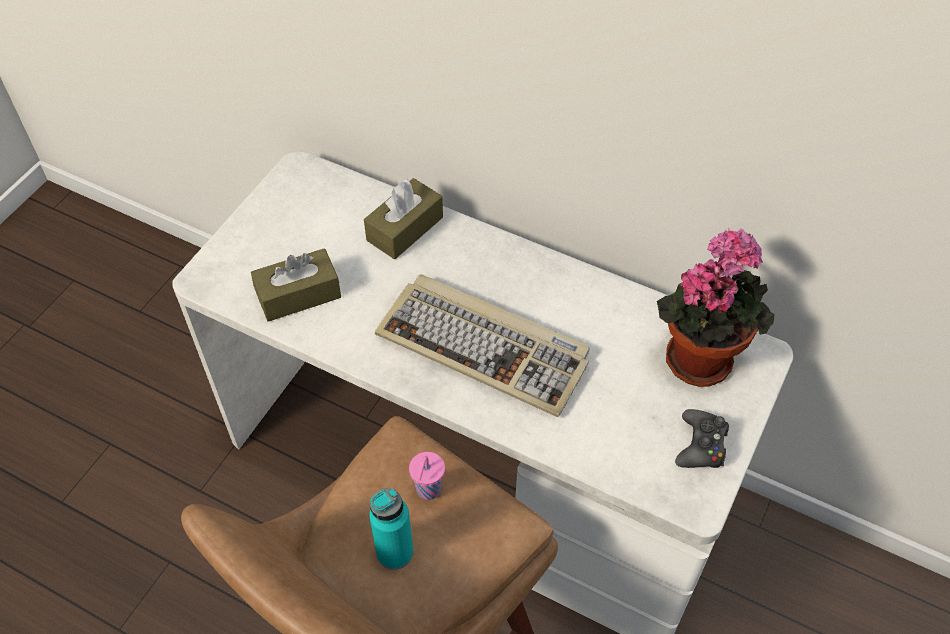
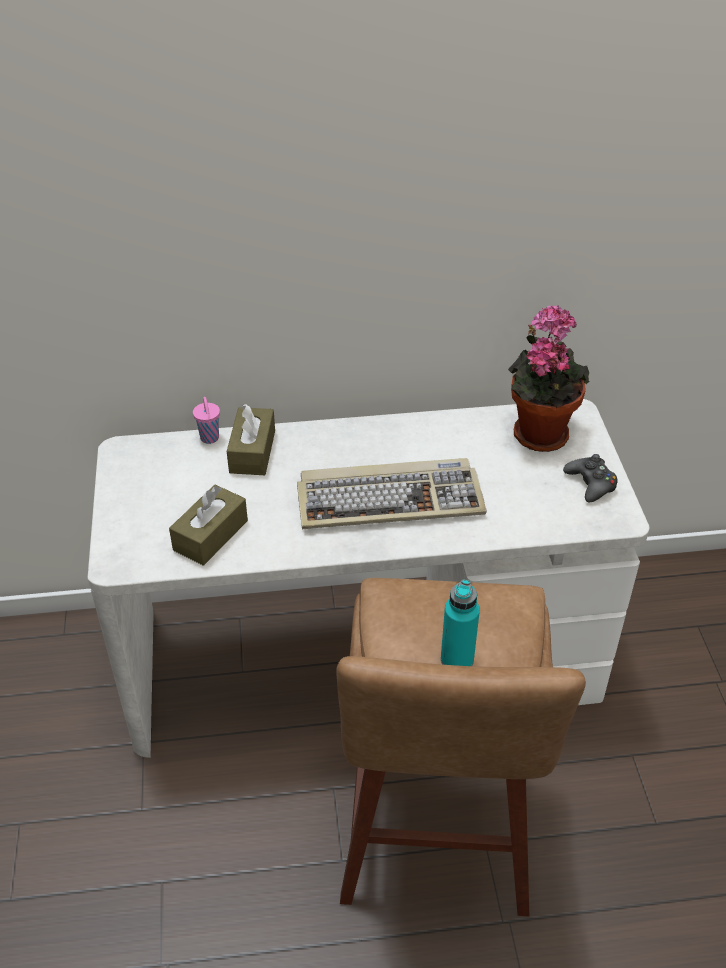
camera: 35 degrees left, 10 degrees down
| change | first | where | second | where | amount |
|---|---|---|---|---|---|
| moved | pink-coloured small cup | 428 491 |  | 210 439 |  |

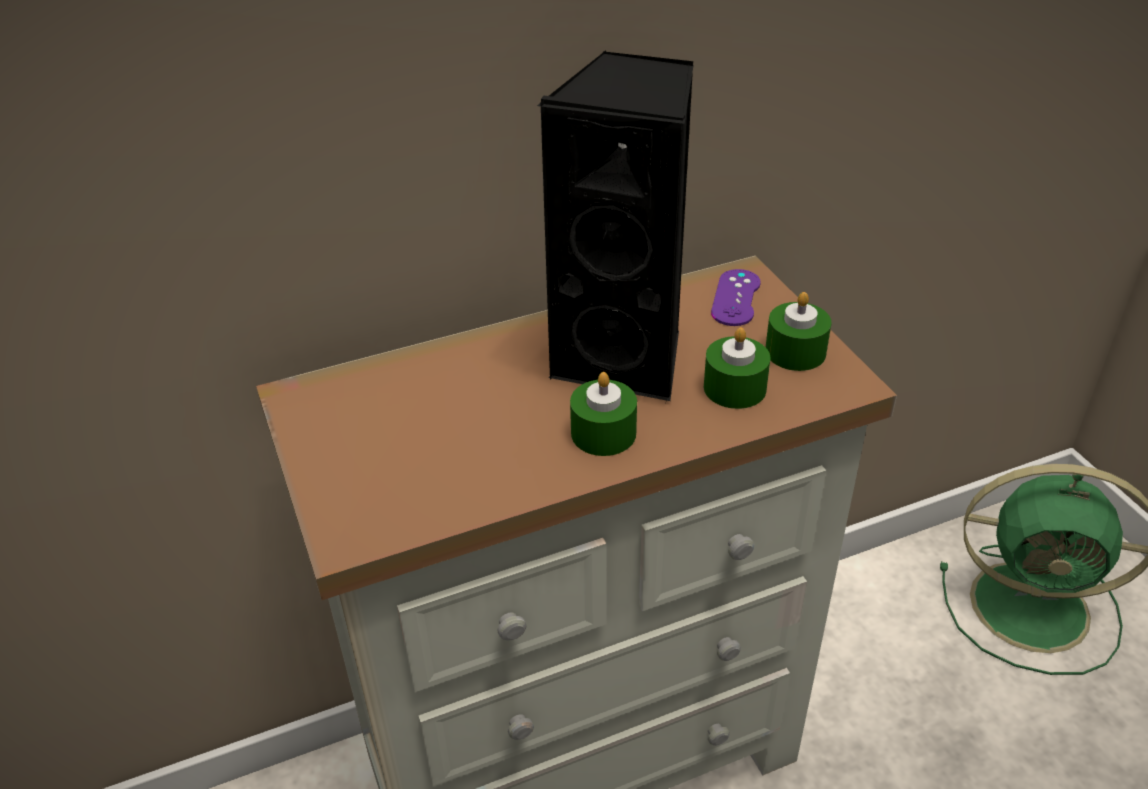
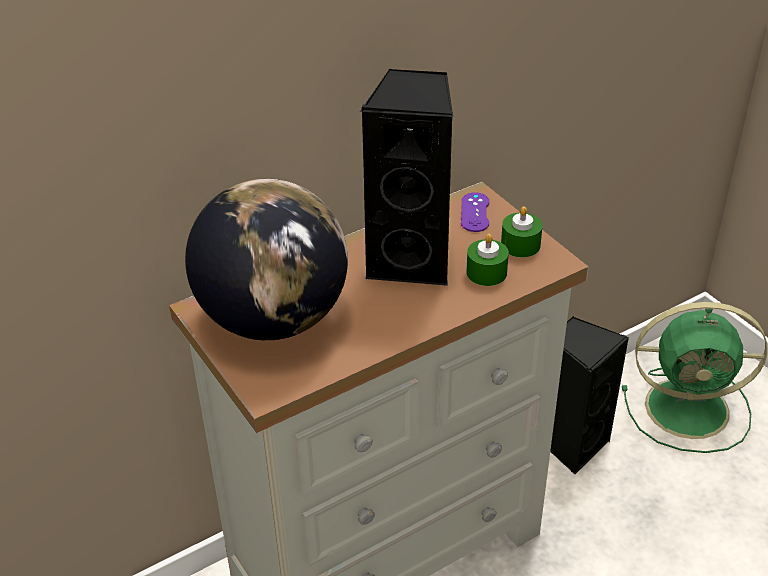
camera: 10 degrees left, 0 degrees up
| change | first | where | second | where | amount |
|---|---|---|---|---|---|
| added |  |  | desk globe | 274 319 |  |
| added |  |  | blackish speaker | 571 443 |  |
| removed | green wax candle | 603 433 |  |  |  |

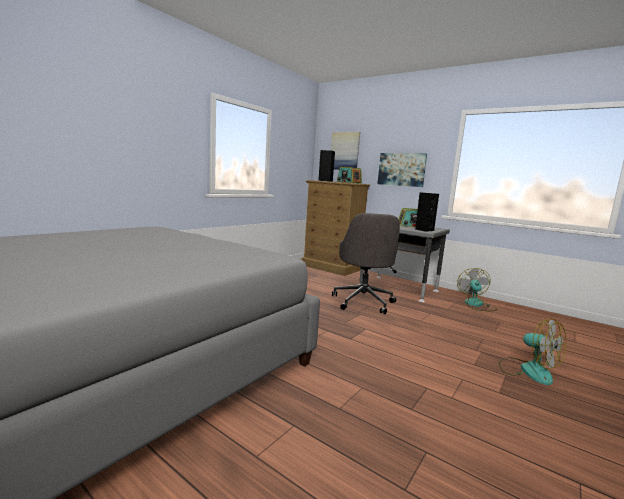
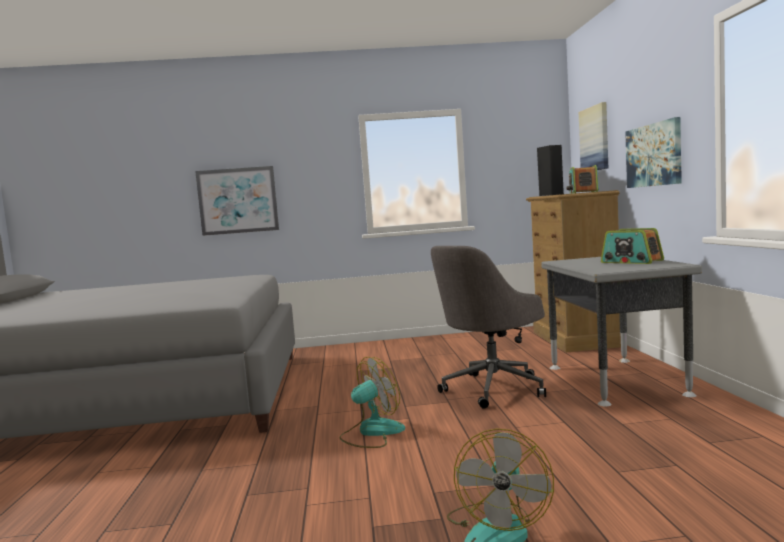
camera: 50 degrees right, 5 degrees down
| change | first | where | second | where | amount |
|---|---|---|---|---|---|
| added |  |  | wall picture | 238 200 |  |
| moved | cooling fan | 476 305 |  | 372 432 |  |
| removed | blackish speaker | 424 230 |  |  |  |

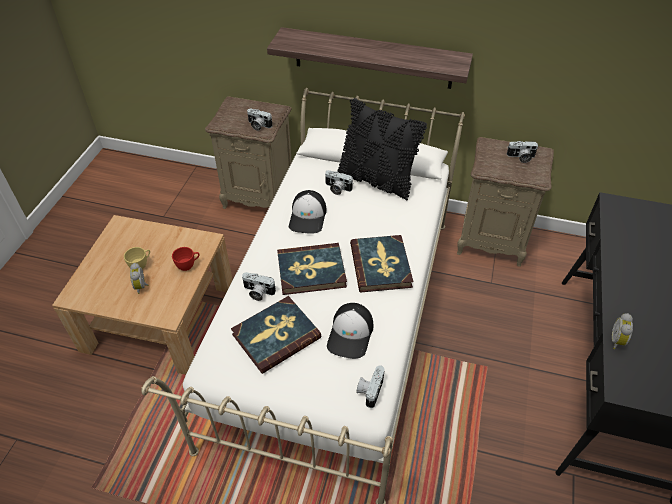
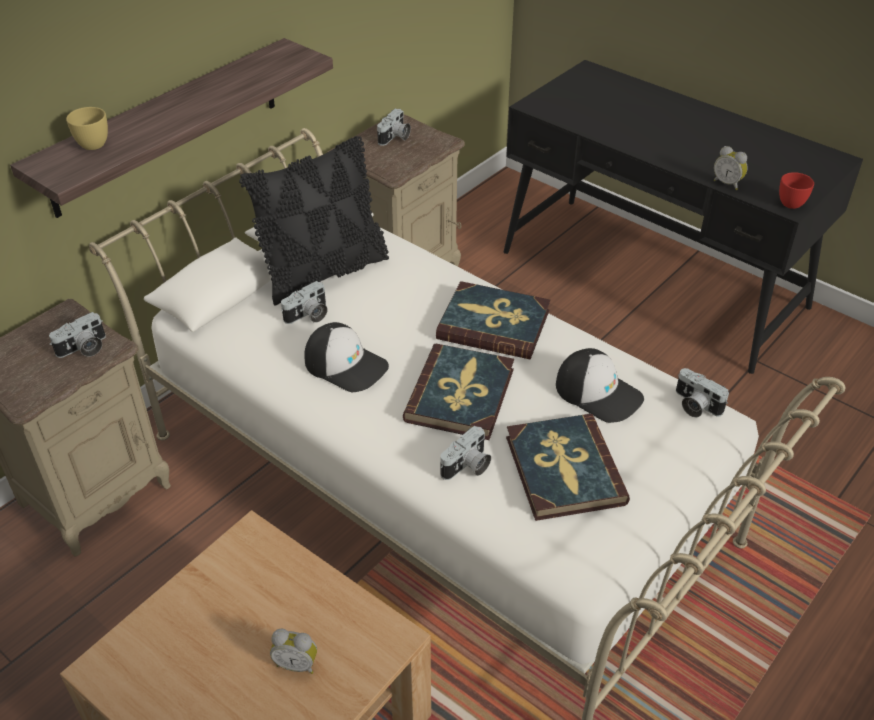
camera: 65 degrees left, 5 degrees down
| change | first | where | second | where | amount |
|---|---|---|---|---|---|
| moved | yellowish small cup | 141 265 |  | 93 142 |  |
| moved | red-coloured small cup | 188 265 |  | 790 201 |  |

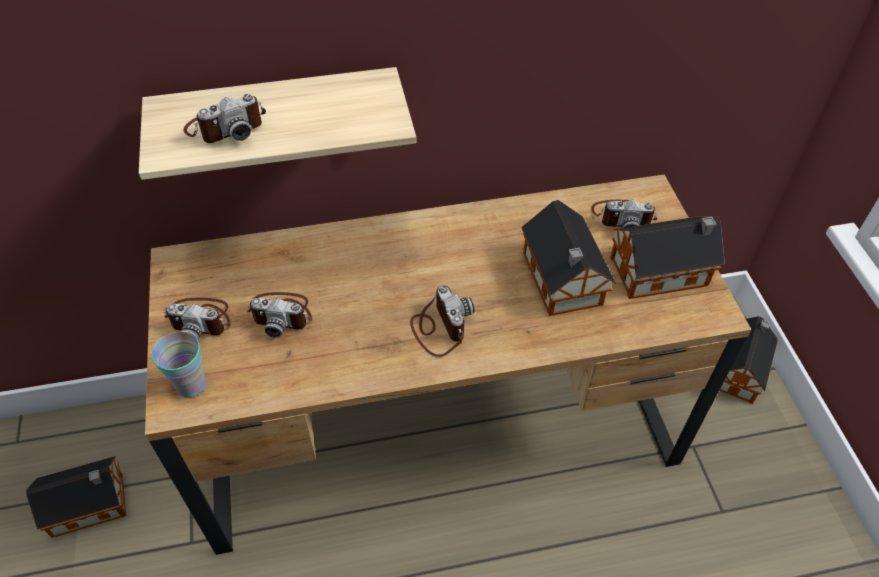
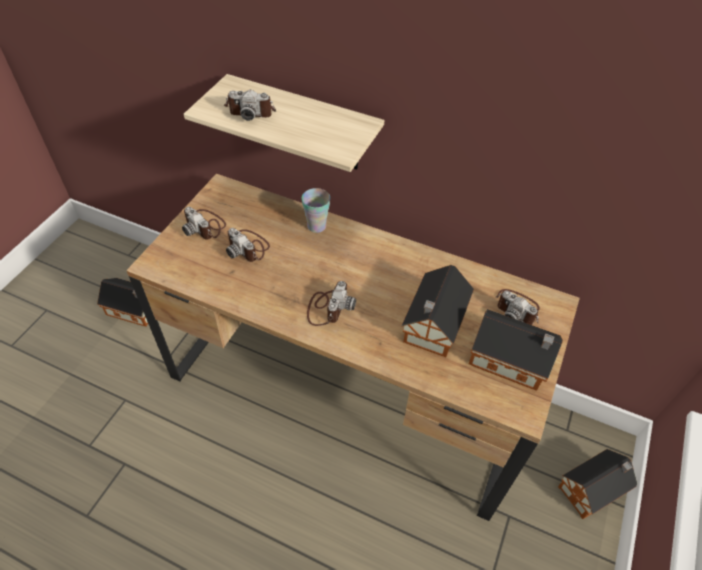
camera: 35 degrees right, 0 degrees up
| change | first | where | second | where | amount |
|---|---|---|---|---|---|
| moved | small cup | 191 385 |  | 316 226 |  |

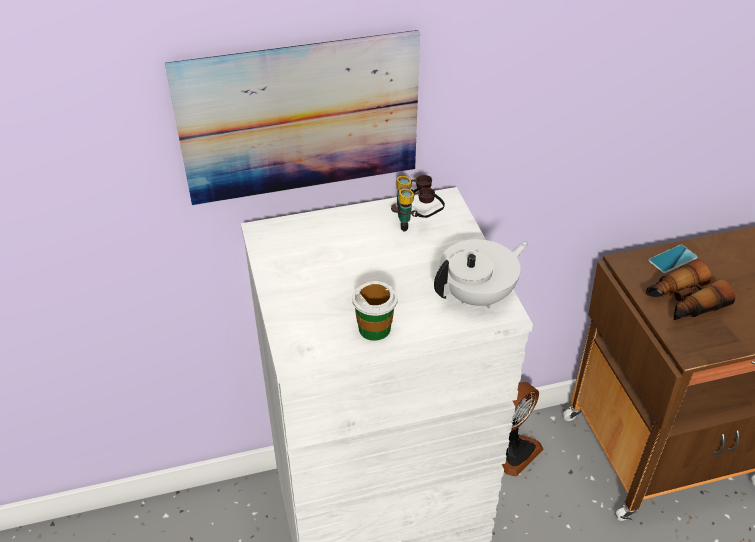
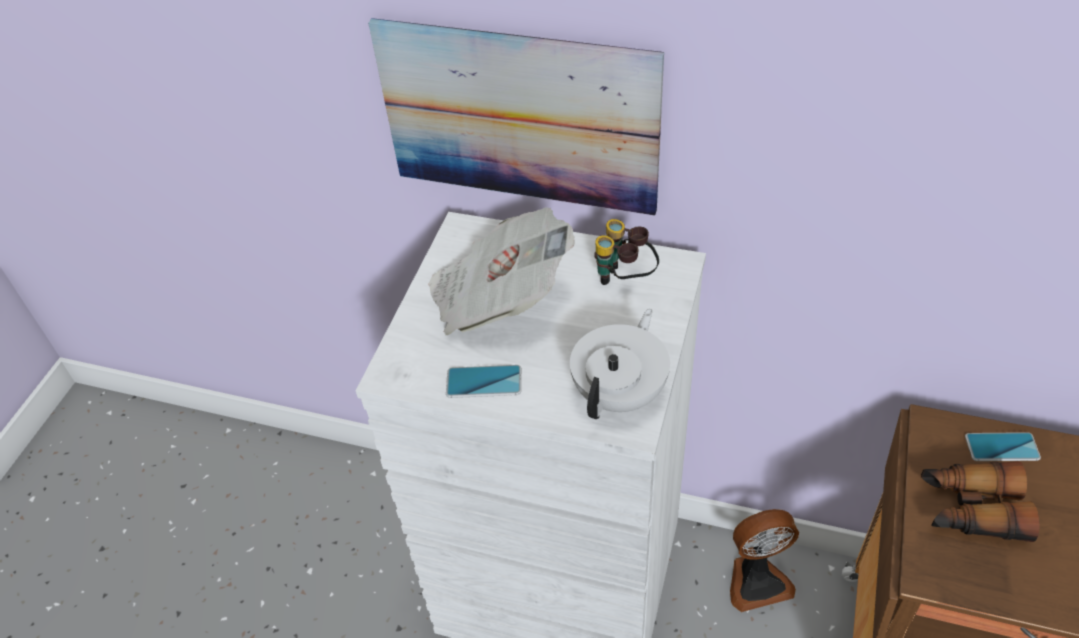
camera: 35 degrees right, 5 degrees up
| change | first | where | second | where | amount |
|---|---|---|---|---|---|
| added |  |  | daily paper | 499 298 |  |
| replaced | small cup | 374 328 | telephone | 484 382 |  |
| turned | white pot for tea | 478 295 |  | 621 393 | 60 degrees counterclockwise |

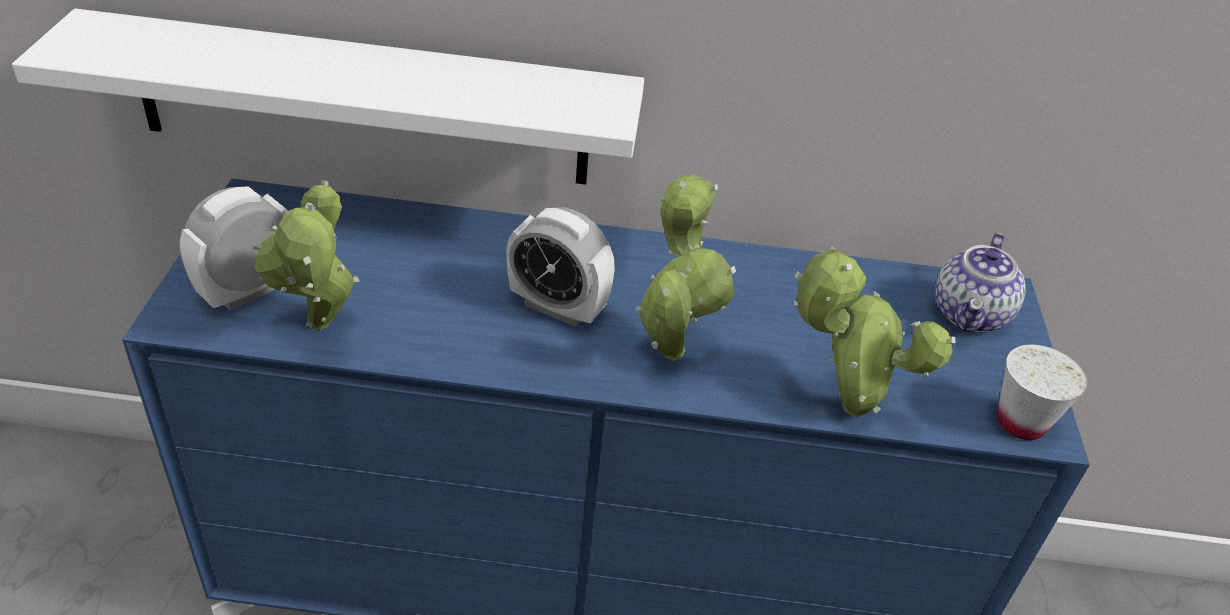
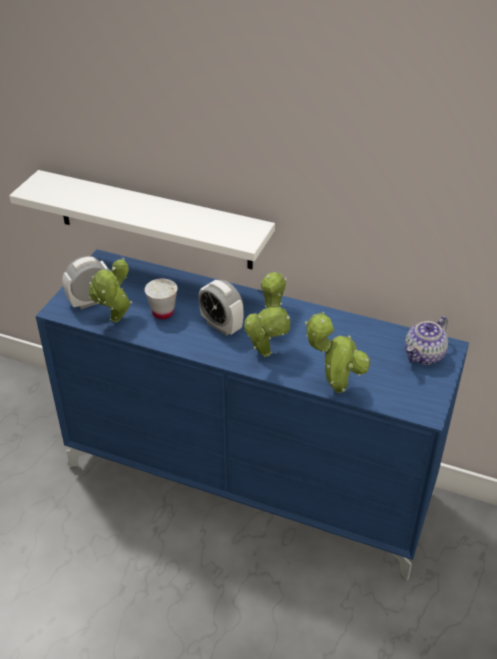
camera: 20 degrees right, 0 degrees up
| change | first | where | second | where | amount |
|---|---|---|---|---|---|
| moved | white small cup | 1020 423 |  | 163 313 |  |

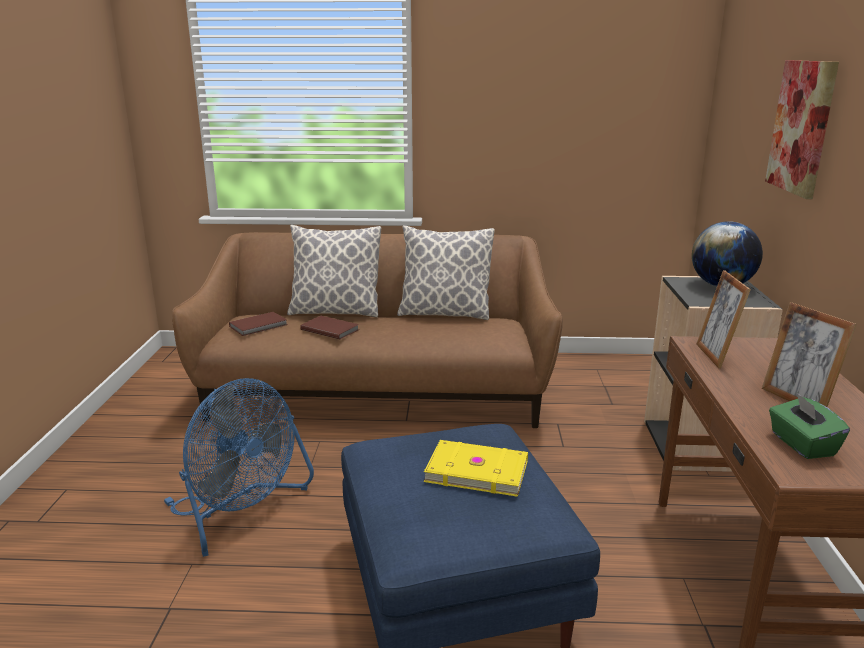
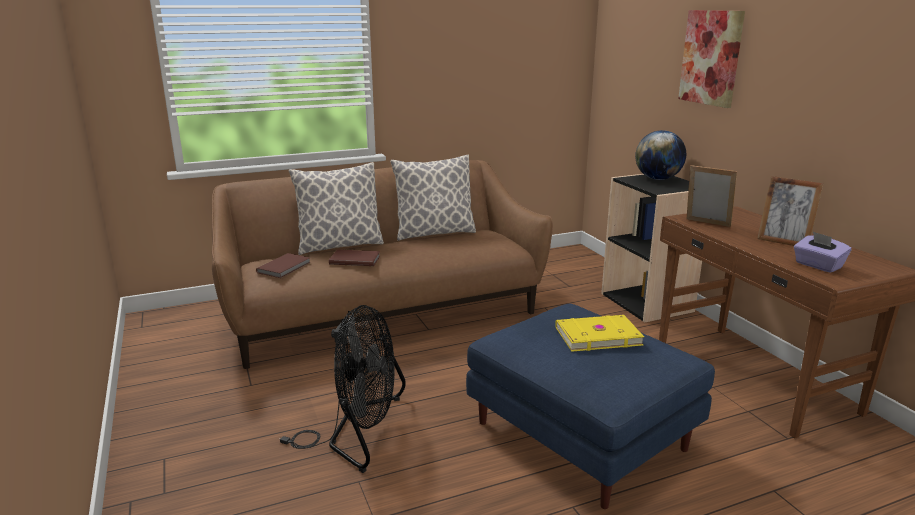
camera: 25 degrees left, 0 degrees up
| change | first | where | second | where | amount |
|---|---|---|---|---|---|
| recoloured | bluish cooling fan | 236 512 | blackish cooling fan | 356 432 |  |
| turned | standing frame | 715 356 |  | 706 224 | 150 degrees clockwise |
| recoloured | green box of tissues | 801 445 | purple box of tissues | 818 265 |  |

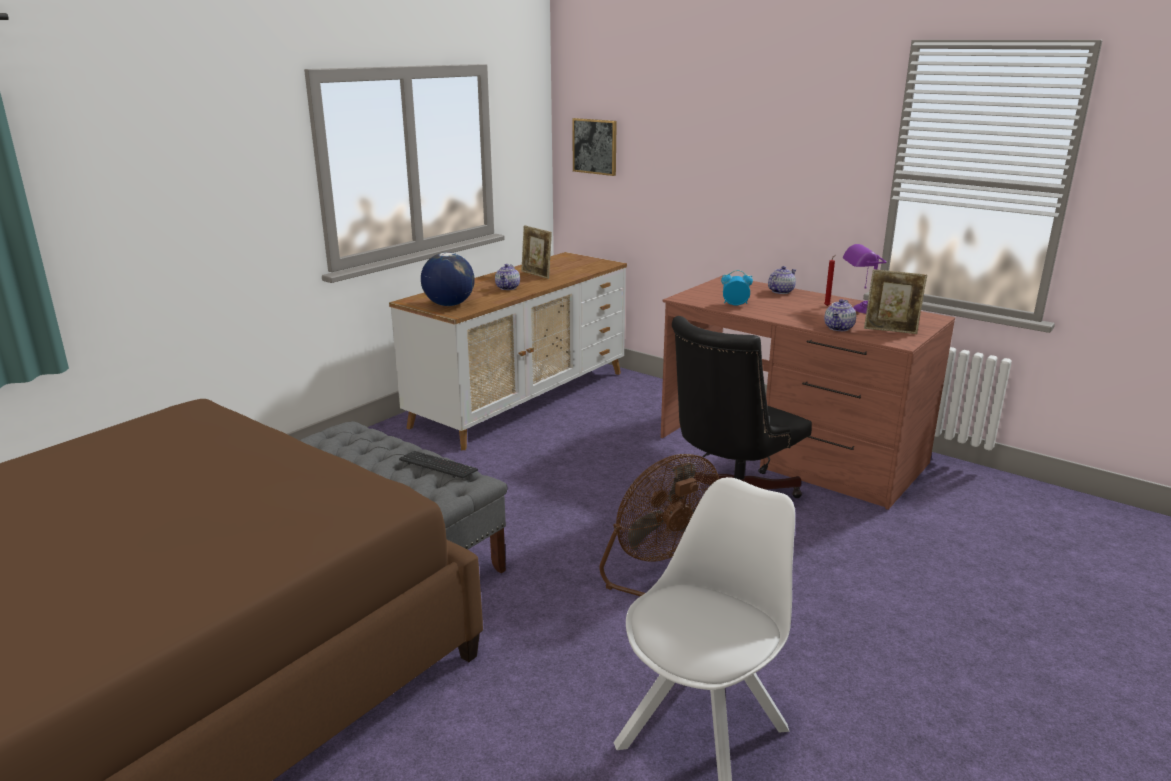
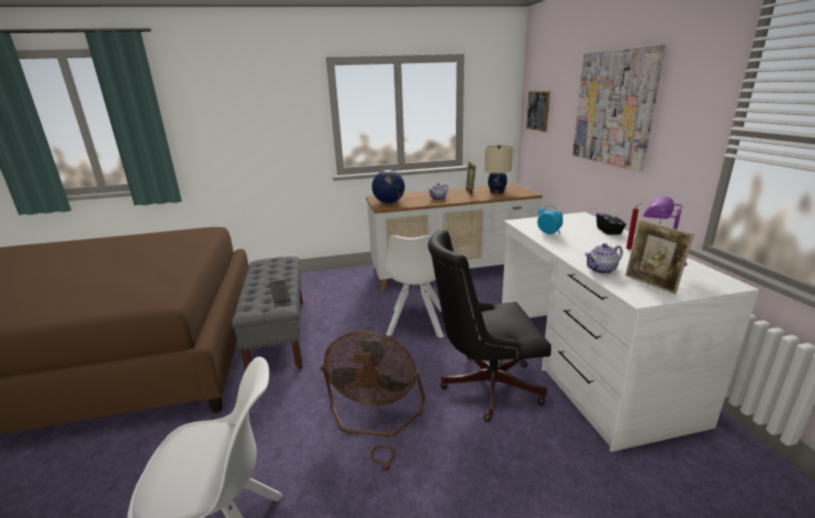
camera: 40 degrees right, 0 degrees up
| change | first | where | second | where | amount |
|---|---|---|---|---|---|
| added |  |  | white upright chair | 416 323 |  |
| added |  |  | sand-coloured table lamp | 497 191 |  |
| recoloured | brown-coloured desk | 790 450 | white desk | 586 365 |  |
| added |  |  | wall picture | 614 108 |  |
| replaced | pot for tea | 780 291 | blackish box of tissues | 609 231 |  |

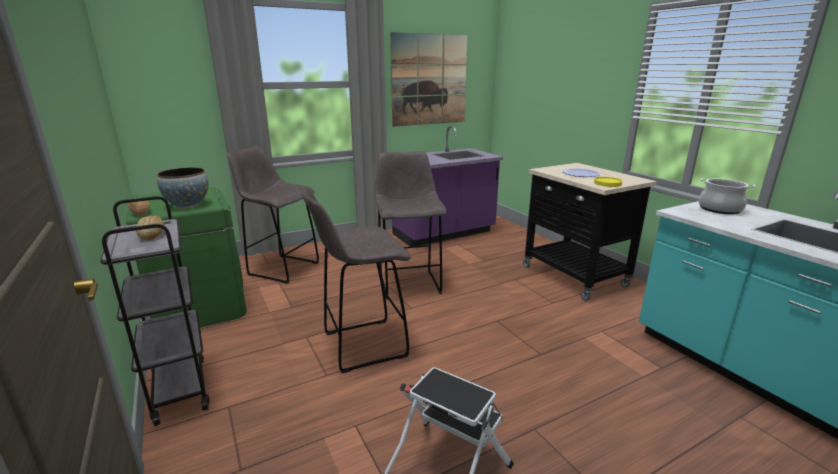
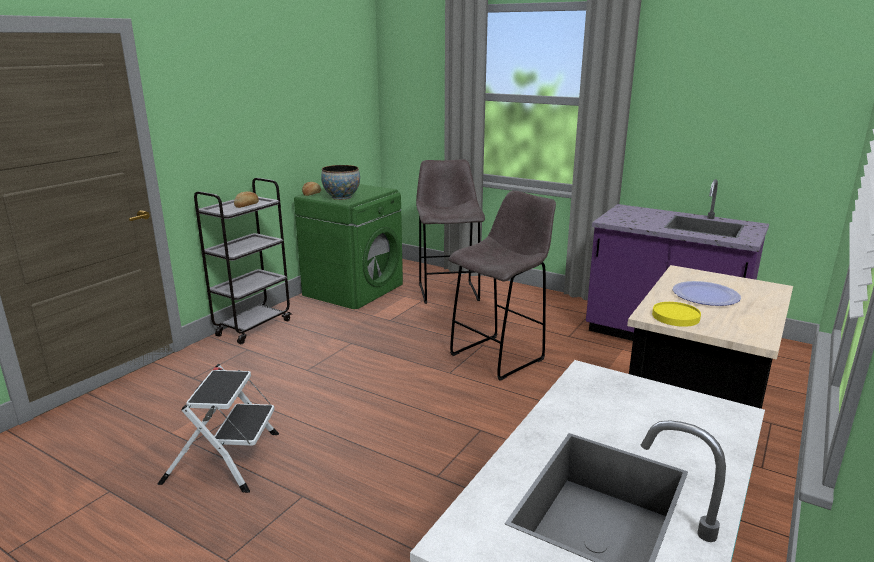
camera: 60 degrees right, 0 degrees up
| change | first | where | second | where | amount |
|---|---|---|---|---|---|
| removed | gray sitting stool | 362 345 |  |  |  |
| removed | wall picture | 429 80 |  |  |  |
| removed | cooking pot | 720 209 |  |  |  |

